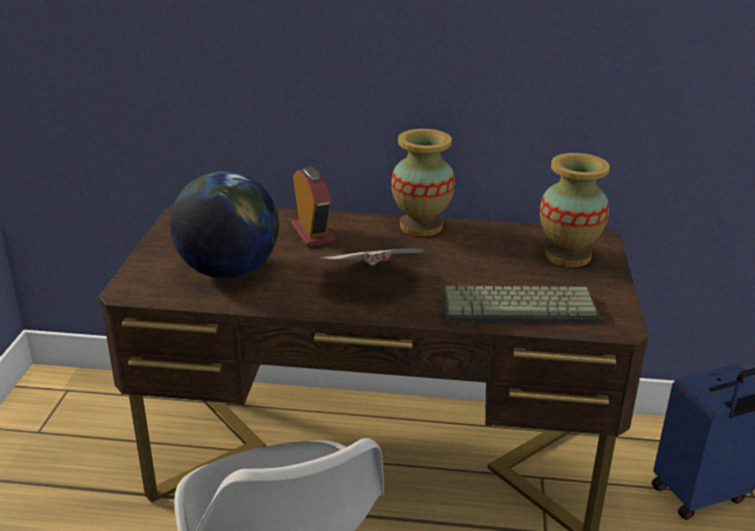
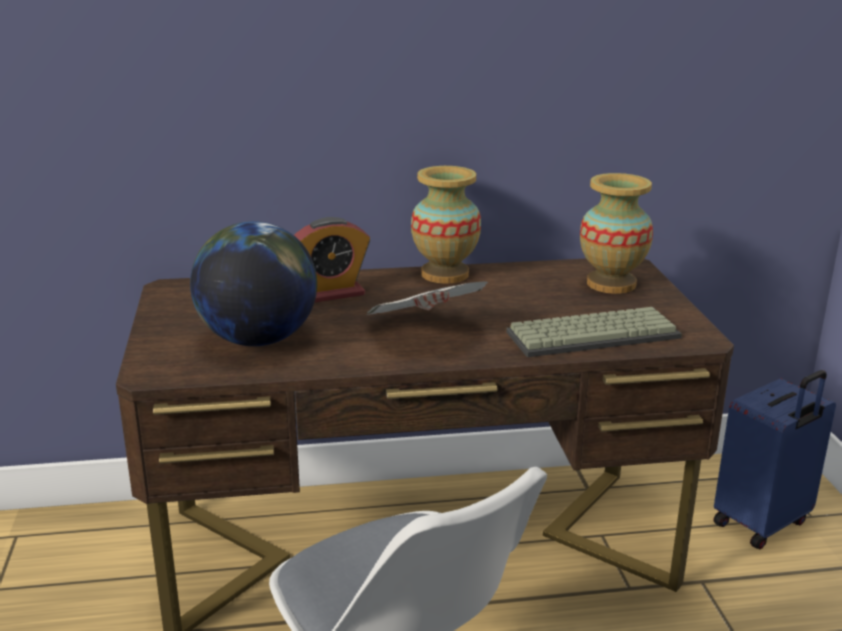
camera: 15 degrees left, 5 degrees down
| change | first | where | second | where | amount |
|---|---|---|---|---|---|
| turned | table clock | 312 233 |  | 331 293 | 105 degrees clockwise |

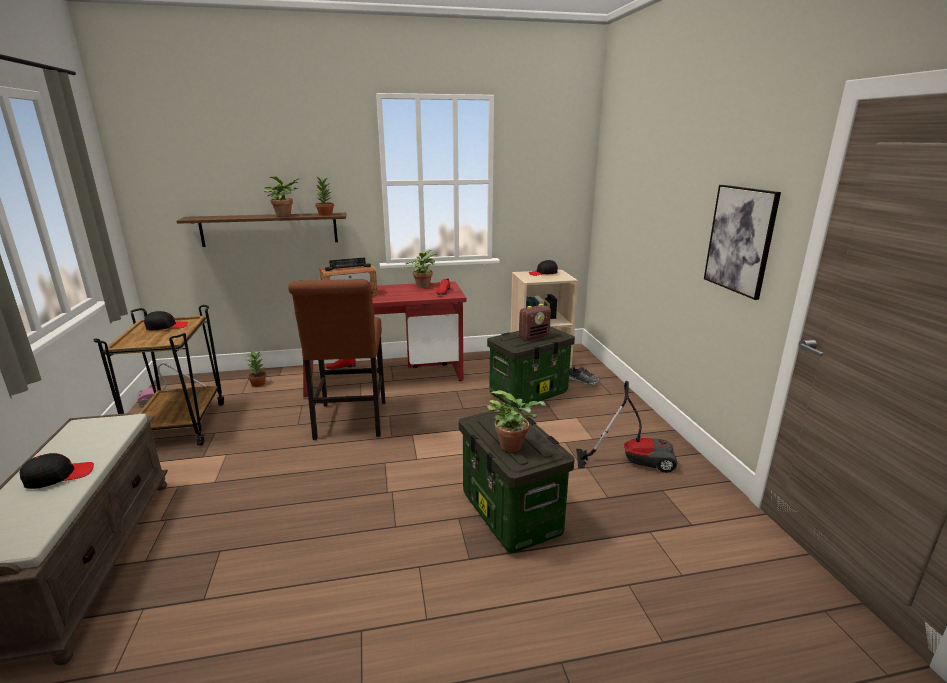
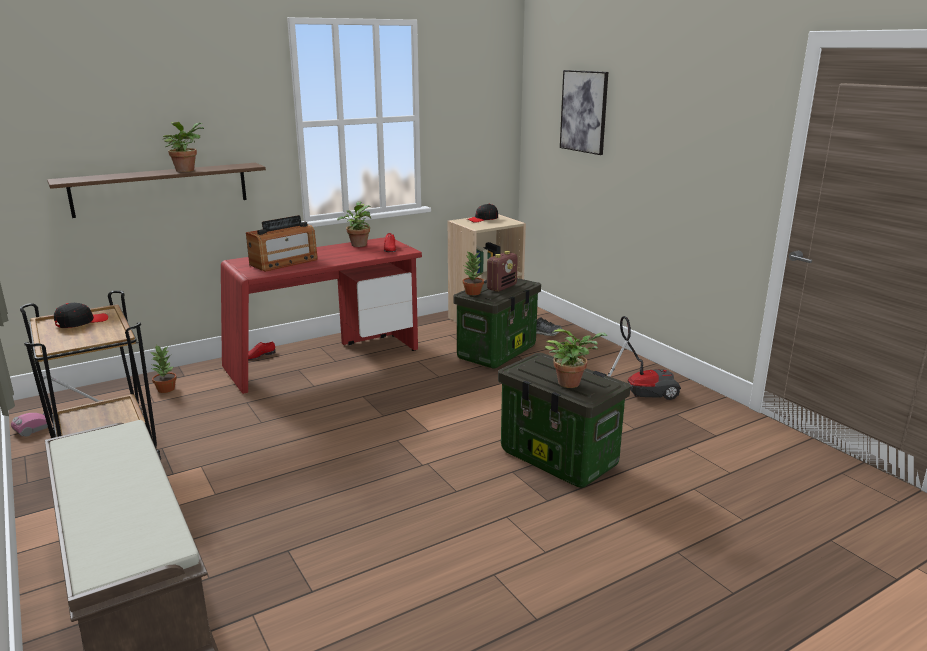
camera: 20 degrees left, 0 degrees up
| change | first | where | second | where | amount |
|---|---|---|---|---|---|
| moved | potted plant | 325 214 |  | 472 292 |  |
| moved | wall picture | 740 240 |  | 584 111 |  |
| removed | blackish baseball cap | 59 476 |  |  |  |
| removed | brown-coloured sitting stool | 349 423 |  |  |  |

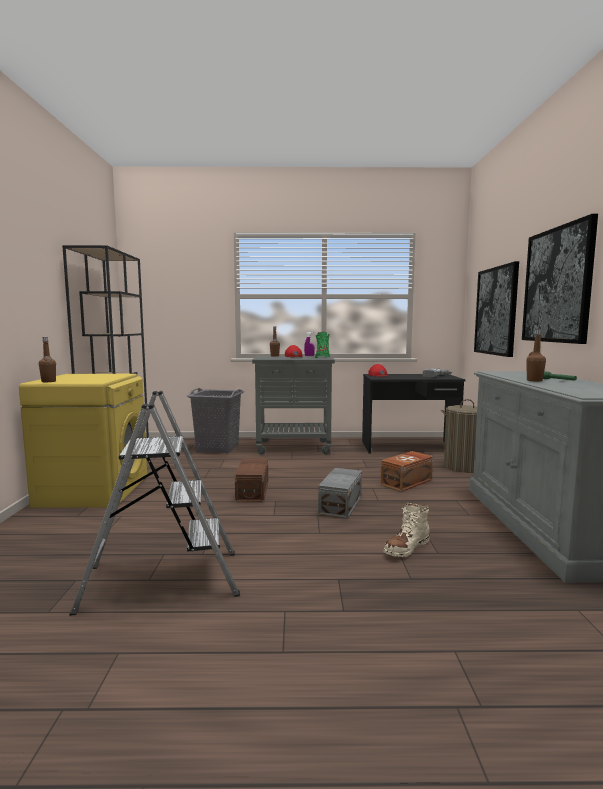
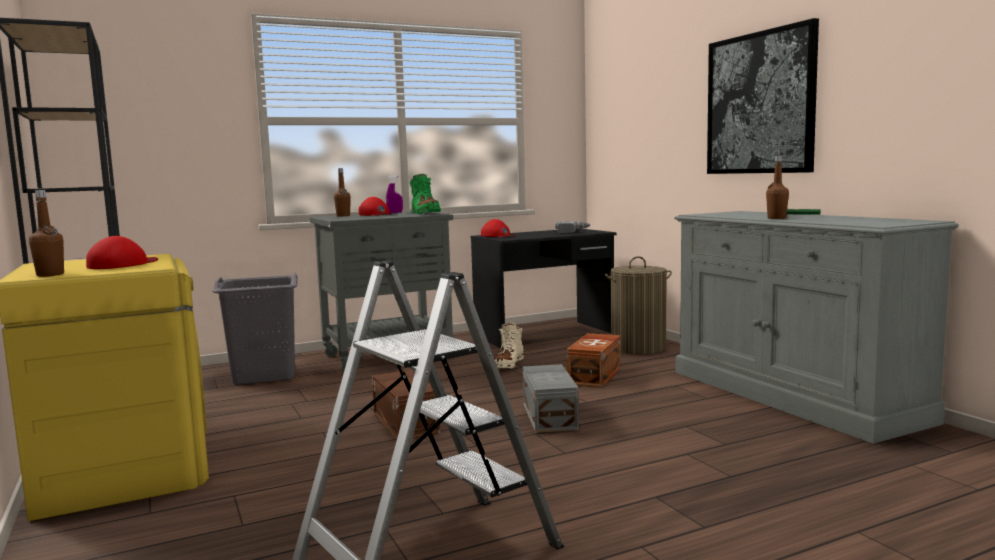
camera: 25 degrees left, 0 degrees up
| change | first | where | second | where | amount |
|---|---|---|---|---|---|
| added |  |  | red-coloured baseball cap | 123 264 |  |
| moved | sand-coloured tall boot | 406 548 |  | 508 364 |  |
| removed | wall picture | 496 311 |  |  |  |

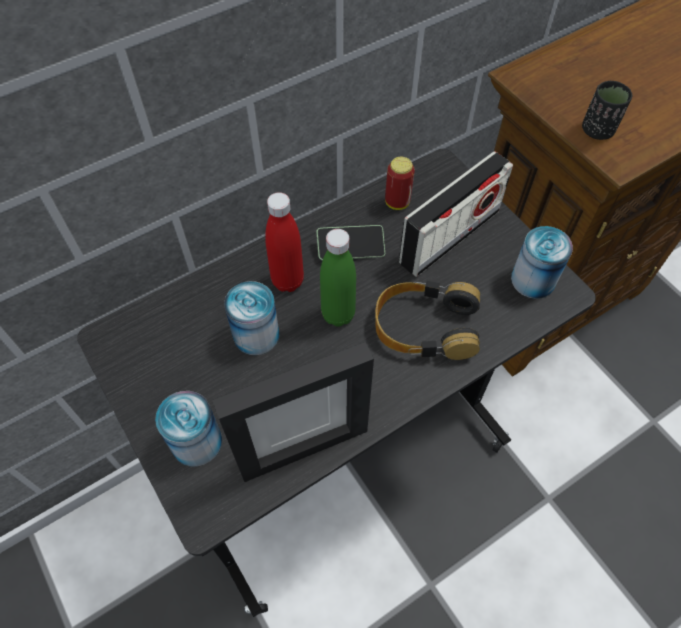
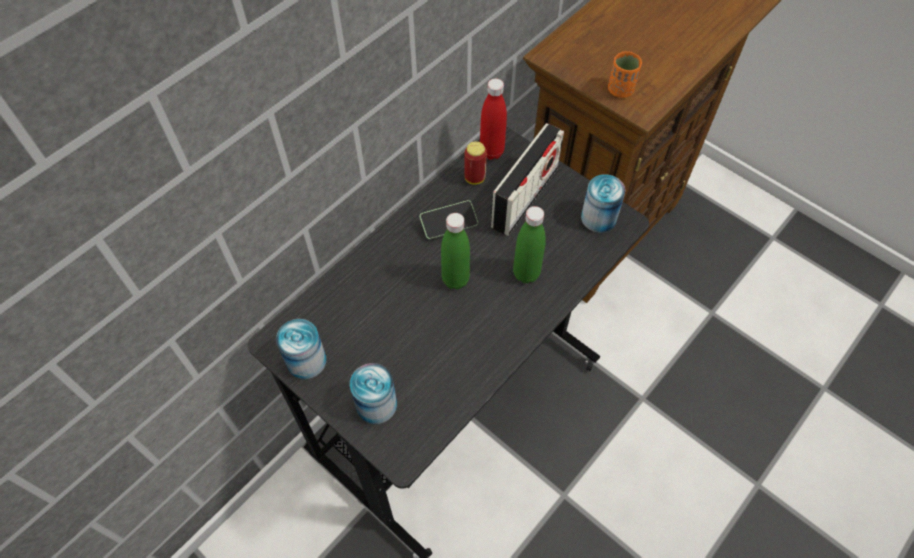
camera: 15 degrees left, 0 degrees up
| change | first | where | second | where | amount |
|---|---|---|---|---|---|
| moved | sealed can | 256 334 |  | 306 361 |  |
| moved | red-coloured drink bottle | 287 281 |  | 491 152 |  |
| replaced | headset | 425 326 | green drink bottle | 526 273 |  |
| recoloured | blackish small cup | 597 130 | orange-coloured small cup | 620 90 |  |
| removed | standing frame | 302 446 |  |  |  |

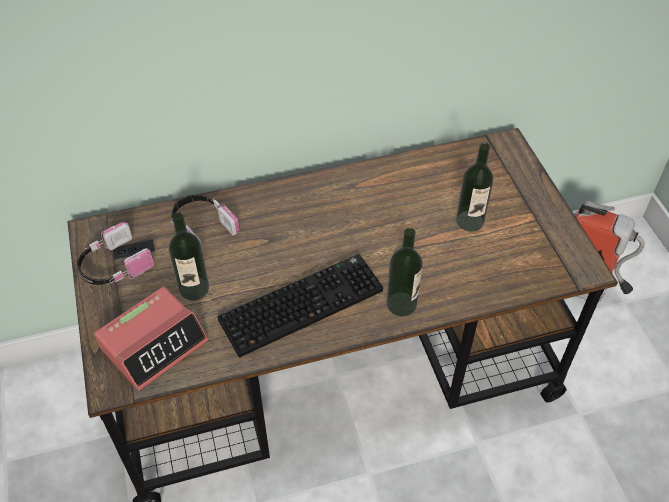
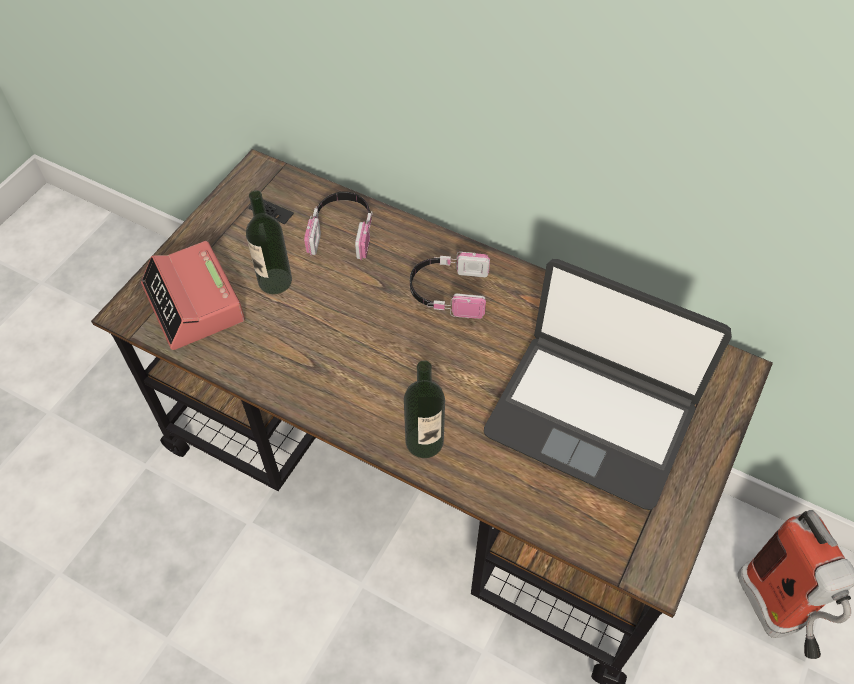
camera: 45 degrees right, 5 degrees up
| change | first | where | second | where | amount |
|---|---|---|---|---|---|
| turned | table clock | 154 344 |  | 194 304 | 60 degrees clockwise |
| moved | headset | 113 266 |  | 448 292 |  |
| replaced | drink bottle | 469 221 | laptop | 591 418 |  |
| removed | keyboard | 302 303 |  |  |  |

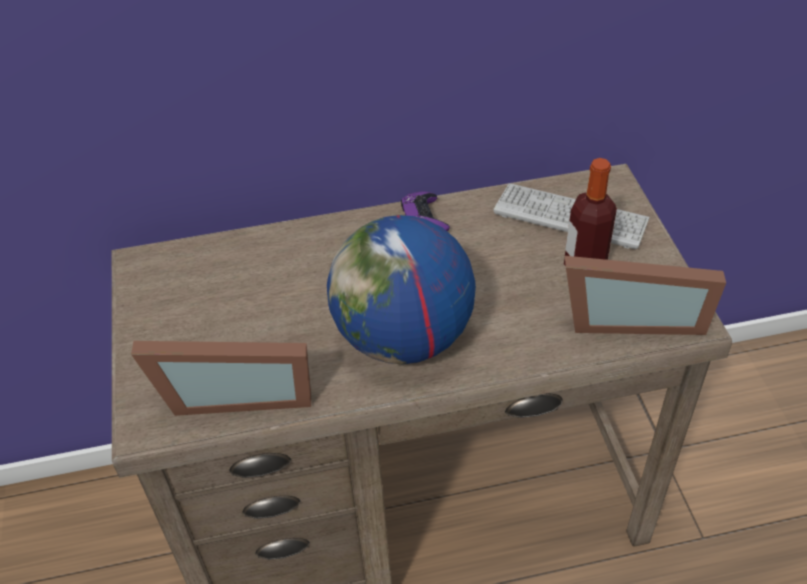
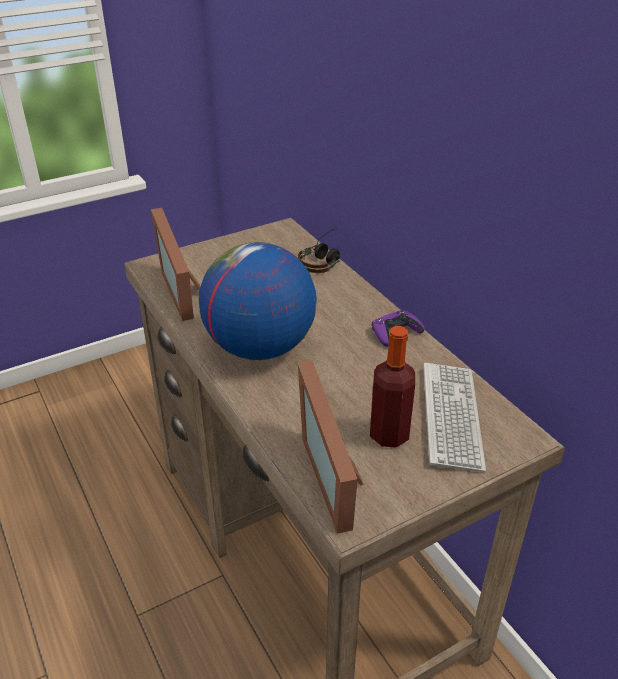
camera: 70 degrees right, 10 degrees down
| change | first | where | second | where | amount |
|---|---|---|---|---|---|
| added |  |  | headset | 324 260 |  |

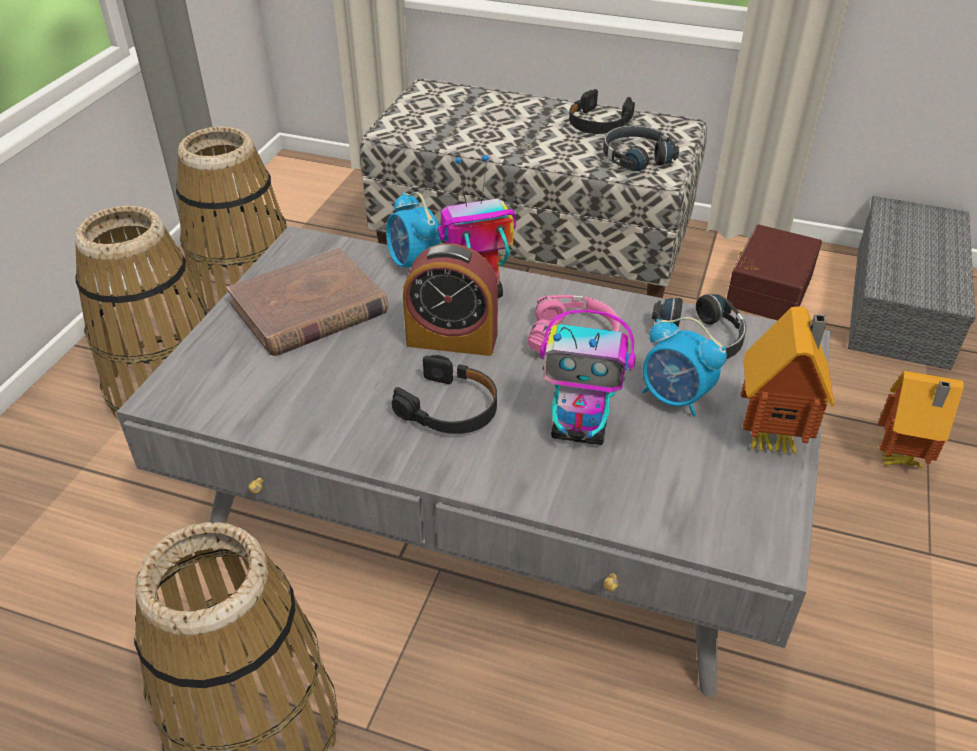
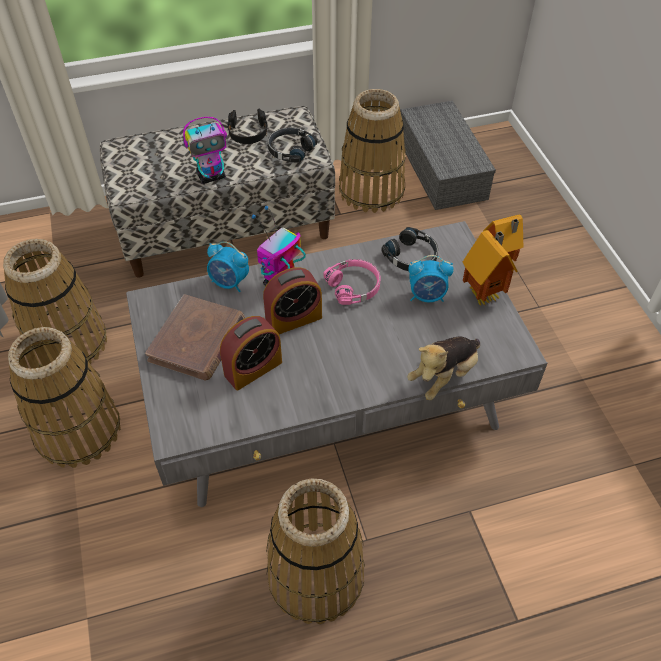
camera: 35 degrees left, 10 degrees up
| change | first | where | second | where | amount |
|---|---|---|---|---|---|
| moved | robot figure | 580 430 |  | 211 176 |  |
| added |  |  | table clock | 253 368 |  |
| replaced | brown-coloured storage container | 766 289 | storage basket | 371 191 |  |
| added |  |  | plush toy | 444 376 |  |
| removed | blackish headset | 450 408 |  |  |  |

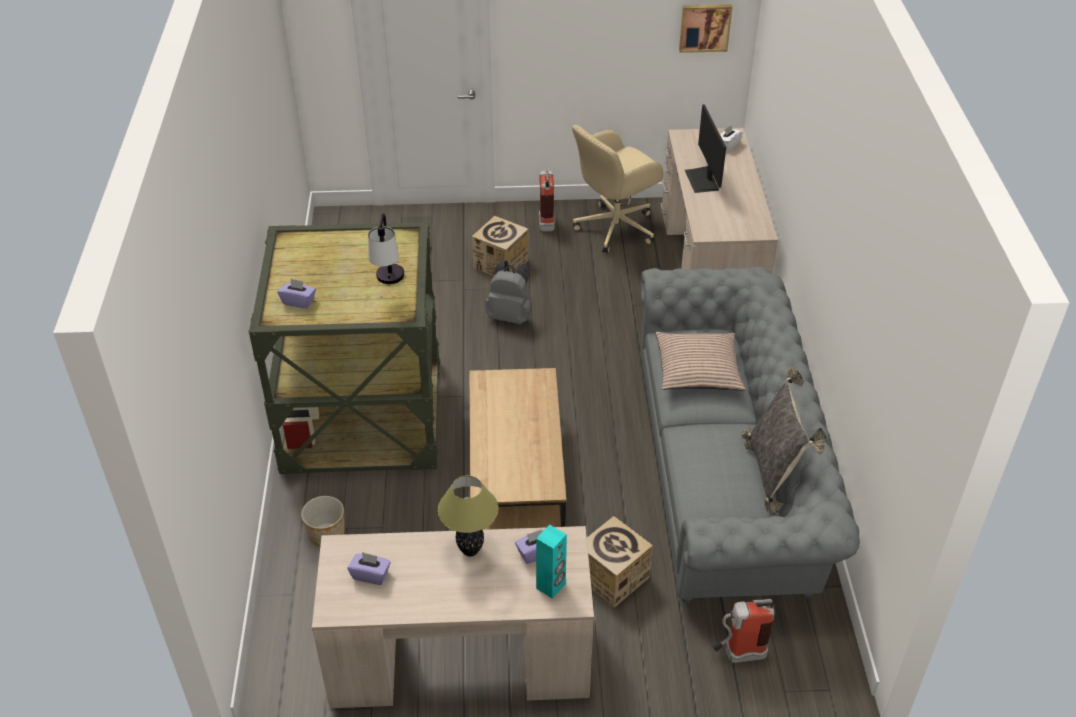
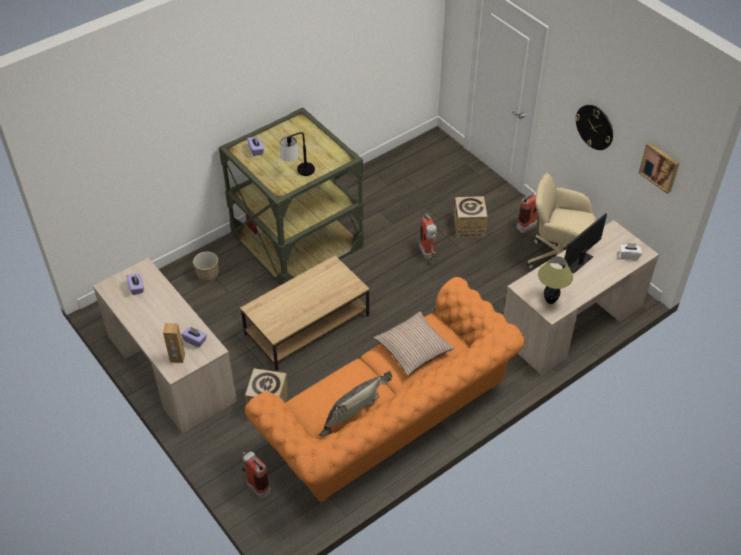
camera: 55 degrees right, 5 degrees up
| change | first | where | second | where | amount |
|---|---|---|---|---|---|
| recoloured | turquoise-coloured speaker | 551 586 | brown-coloured speaker | 177 358 |  |
| recoloured | gray settee | 728 472 | orange-coloured settee | 389 418 |  |
| replaced | gray rucksack | 510 316 | fire extinguisher | 428 255 |  |
| moved | table lamp | 470 550 |  | 550 300 |  |
| added |  |  | clock on the wall | 594 127 |  |

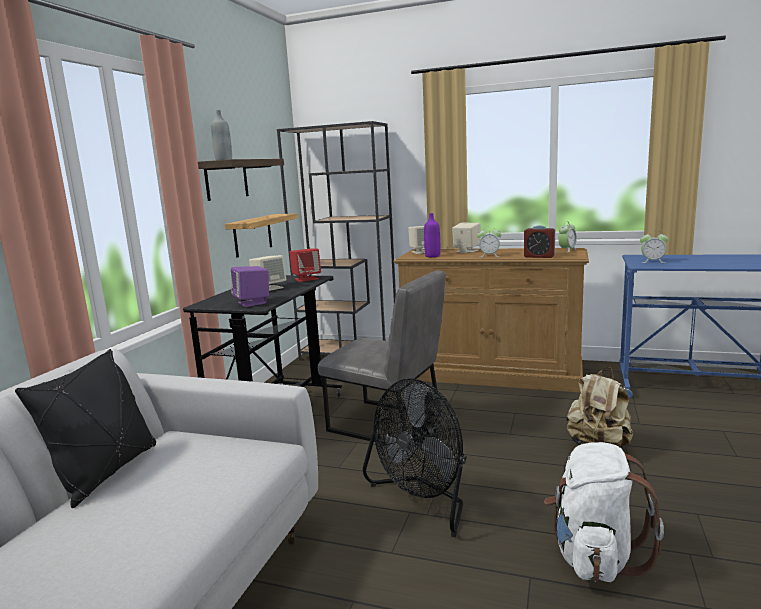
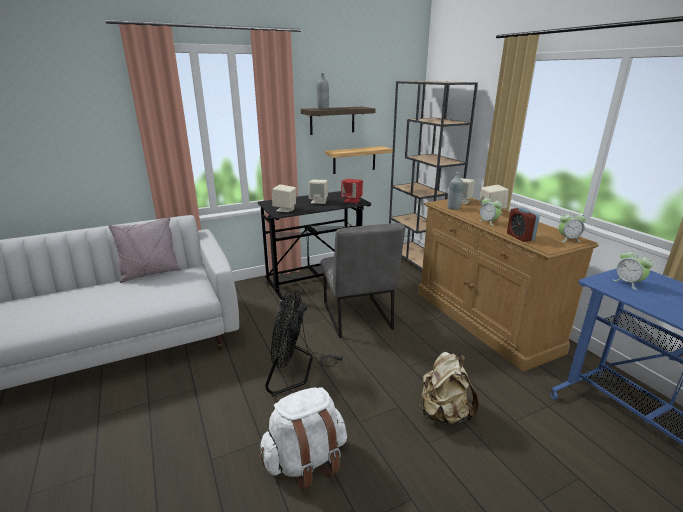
camera: 45 degrees right, 10 degrees up
| change | first | where | second | where | amount |
|---|---|---|---|---|---|
| recoloured | blackish cushion | 106 472 | purple cushion | 150 274 |  |
| recoloured | purple speaker | 252 303 | sand-coloured speaker | 285 209 |  |
| recoloured | purple drink bottle | 432 256 | gray drink bottle | 453 208 |  |

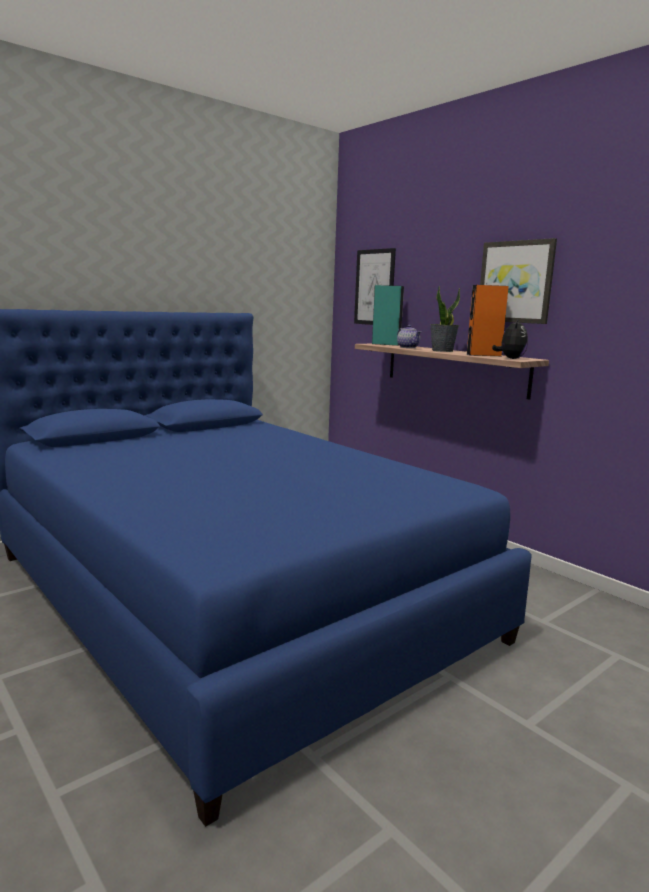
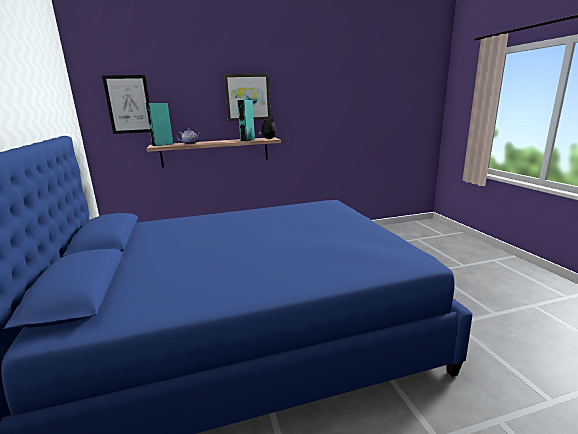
camera: 65 degrees left, 5 degrees up
| change | first | where | second | where | amount |
|---|---|---|---|---|---|
| recoloured | orange-coloured speaker | 483 355 | turquoise-coloured speaker | 247 140 |  |
| removed | potted plant | 442 351 |  |  |  |

